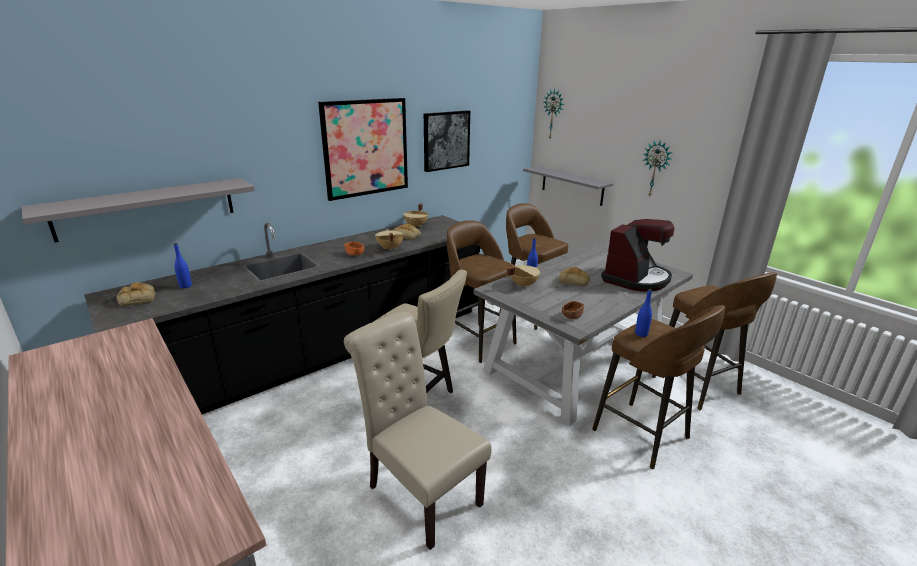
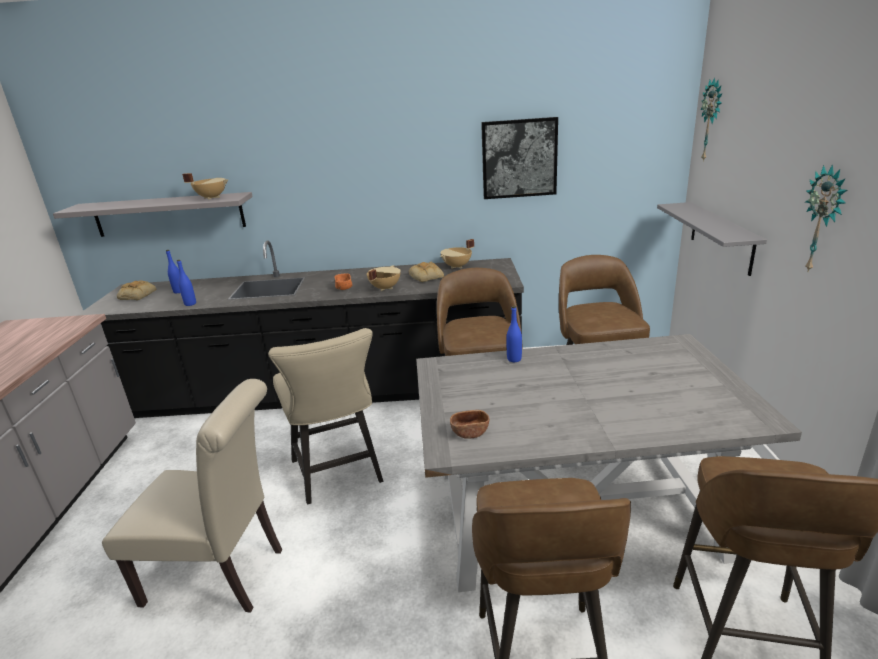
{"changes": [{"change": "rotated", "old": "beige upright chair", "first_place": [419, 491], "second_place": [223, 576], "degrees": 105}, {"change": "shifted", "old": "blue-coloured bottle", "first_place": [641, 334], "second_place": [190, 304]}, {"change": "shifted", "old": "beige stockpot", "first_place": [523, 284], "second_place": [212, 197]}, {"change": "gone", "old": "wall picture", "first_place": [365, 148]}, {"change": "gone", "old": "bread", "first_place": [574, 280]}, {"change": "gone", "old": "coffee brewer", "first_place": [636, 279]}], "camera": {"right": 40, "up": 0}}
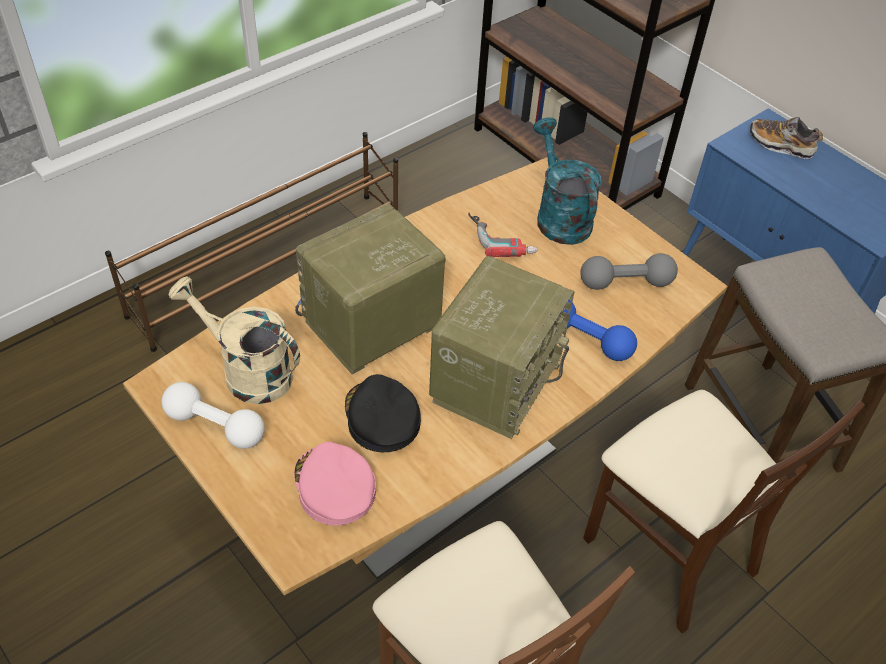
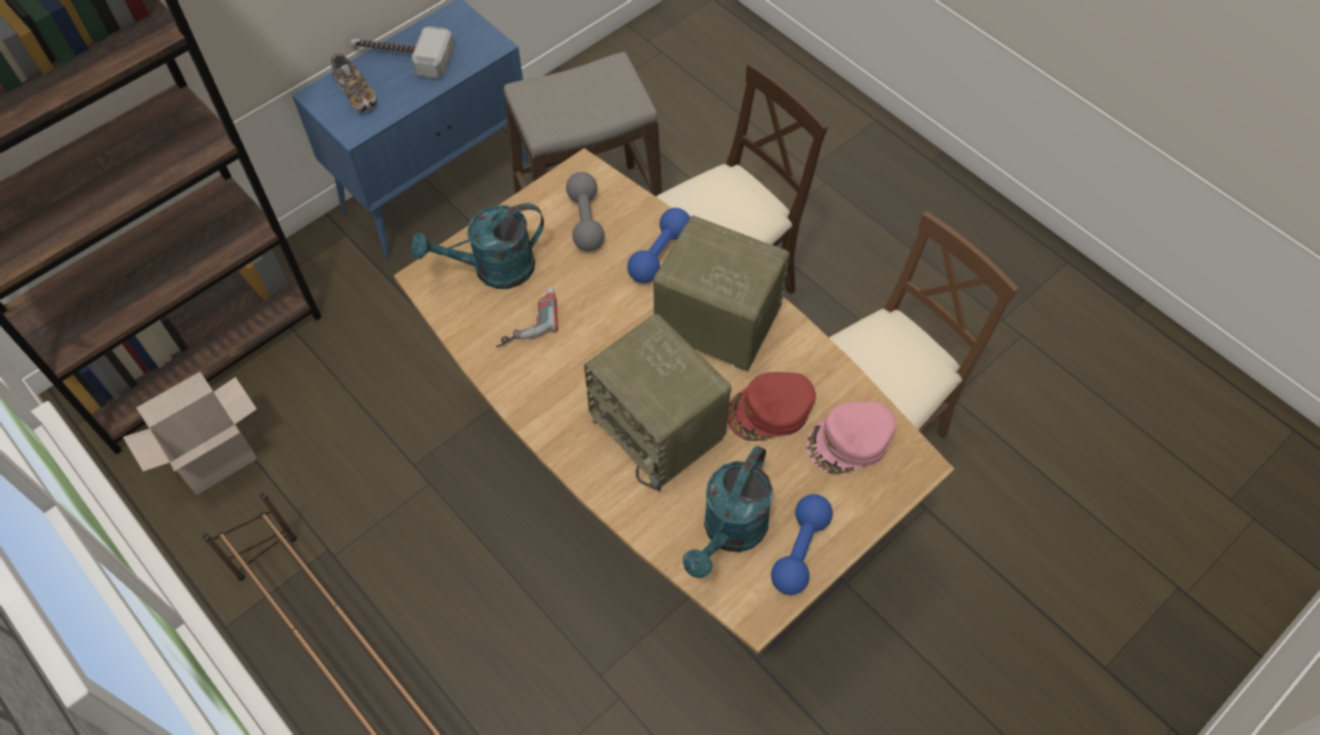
{"changes": [{"change": "new", "new": "packing box", "second_place": [218, 457]}, {"change": "rotated", "old": "shoe", "first_place": [781, 145], "second_place": [355, 93], "degrees": -60}, {"change": "new", "new": "hammer", "second_place": [402, 57]}, {"change": "repainted", "old": "beige sprinkling can", "new": "blue-green sprinkling can", "first_place": [247, 371], "second_place": [730, 533]}, {"change": "repainted", "old": "black-coloured peaked cap", "new": "red-coloured peaked cap", "first_place": [381, 418], "second_place": [770, 411]}, {"change": "repainted", "old": "whitish hand weight", "new": "blue-coloured hand weight", "first_place": [215, 426], "second_place": [800, 550]}], "camera": {"right": -90, "up": 10}}
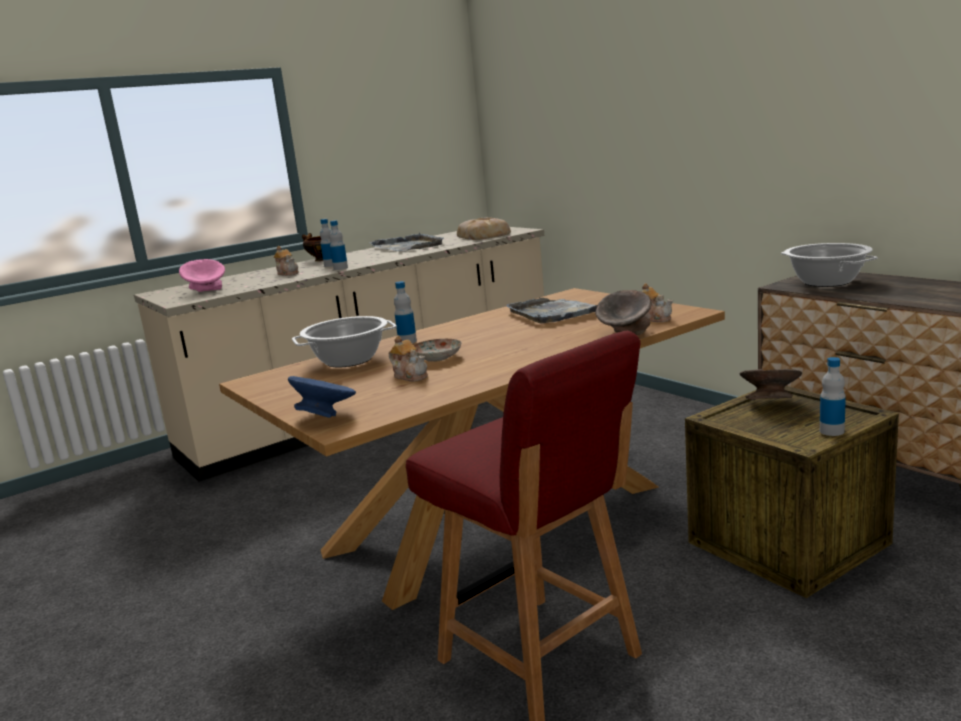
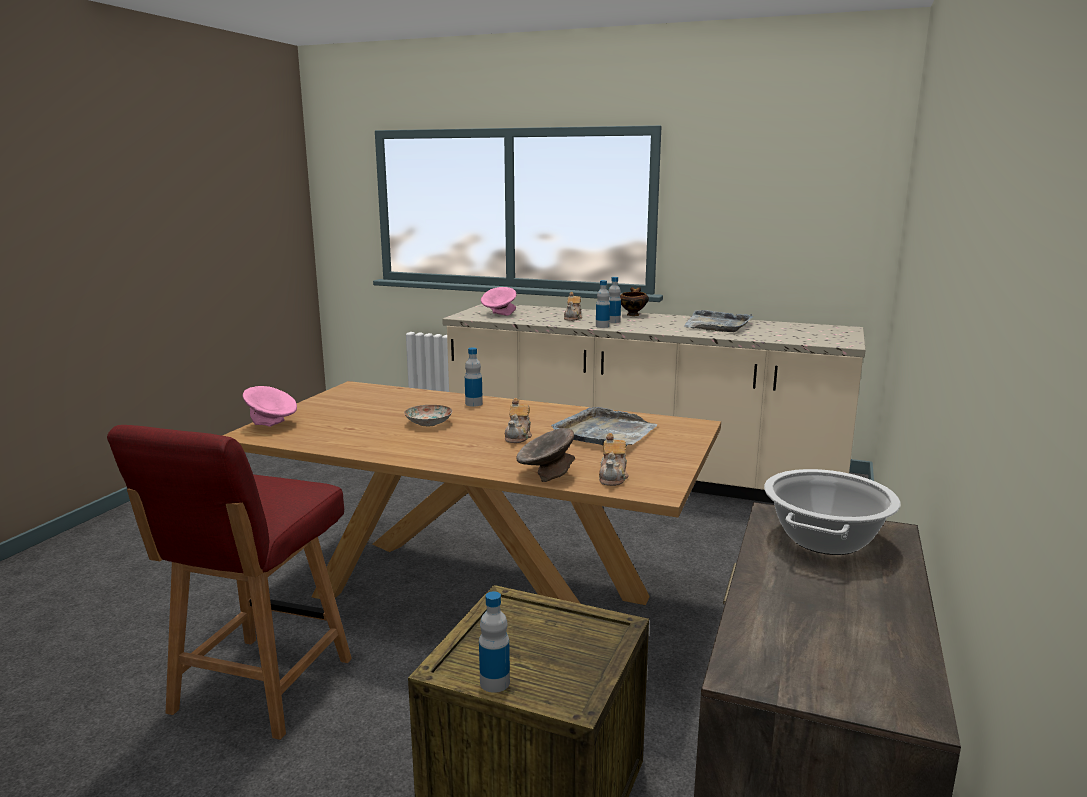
{"changes": [{"change": "repainted", "old": "blue-coloured bowl", "new": "pink-coloured bowl", "first_place": [326, 417], "second_place": [272, 425]}, {"change": "shifted", "old": "pot for tea", "first_place": [410, 376], "second_place": [518, 437]}, {"change": "gone", "old": "stockpot", "first_place": [348, 360]}, {"change": "gone", "old": "bread", "first_place": [484, 235]}, {"change": "gone", "old": "grey bowl", "first_place": [769, 401]}], "camera": {"right": 55, "up": 0}}
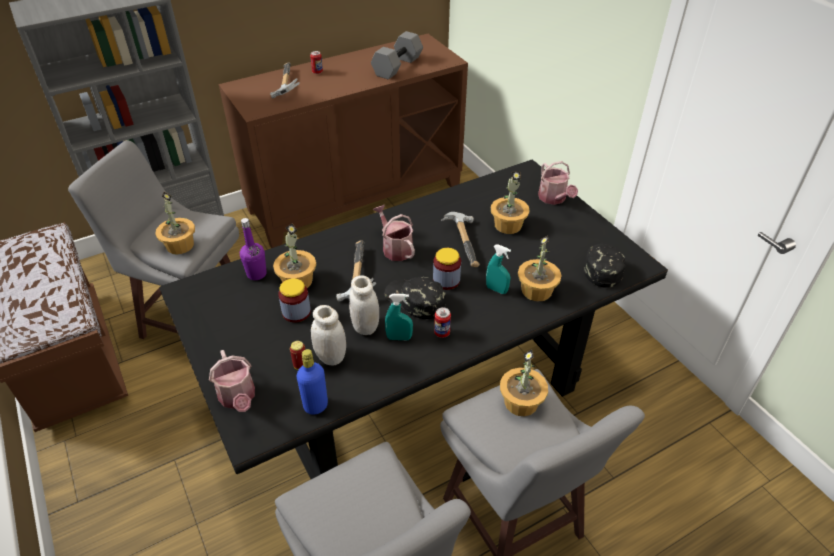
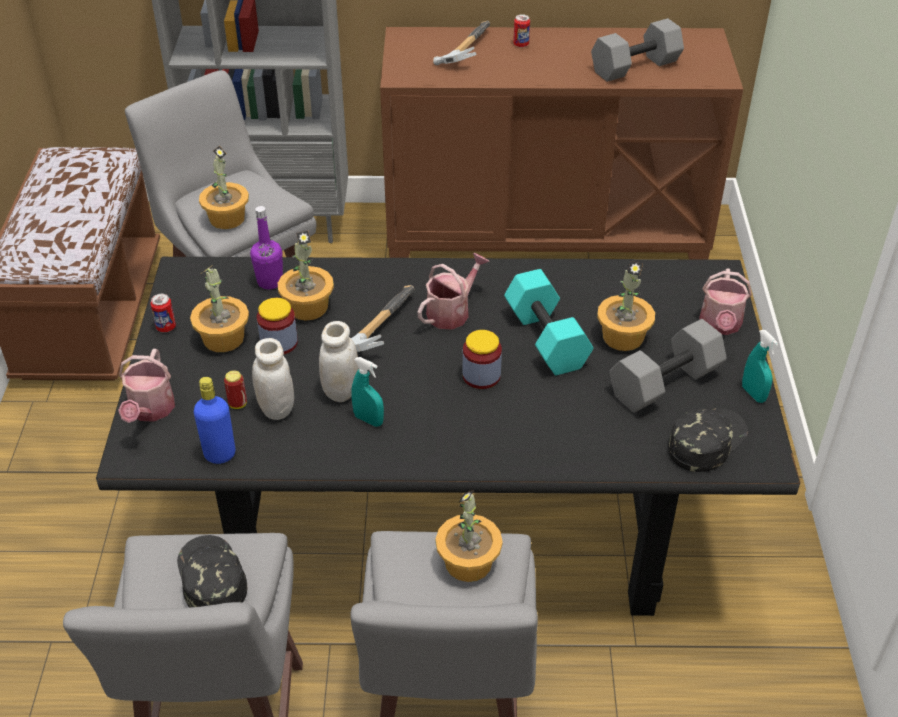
{"changes": [{"change": "shifted", "old": "sealed can", "first_place": [442, 333], "second_place": [166, 327]}, {"change": "shifted", "old": "black-coloured peaked cap", "first_place": [415, 300], "second_place": [210, 578]}, {"change": "shifted", "old": "plant in a pot", "first_place": [537, 290], "second_place": [224, 339]}, {"change": "rotated", "old": "sprinkling can", "first_place": [395, 248], "second_place": [452, 312], "degrees": 45}, {"change": "swapped", "old": "hammer", "new": "blue-green hand weight", "first_place": [467, 242], "second_place": [548, 339]}, {"change": "new", "new": "grey hand weight", "second_place": [664, 381]}, {"change": "shifted", "old": "blue-green spray bottle", "first_place": [496, 289], "second_place": [753, 394]}], "camera": {"right": 30, "up": 0}}
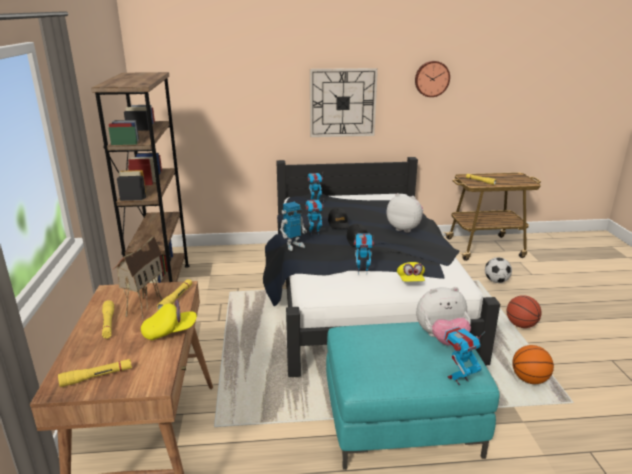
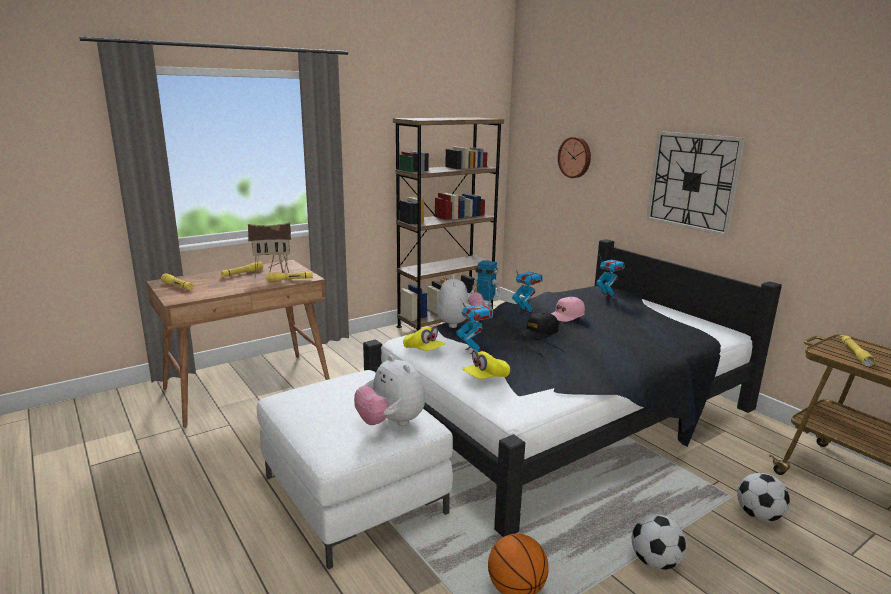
{"changes": [{"change": "repainted", "old": "blue-green ottoman", "new": "whitish ottoman", "first_place": [401, 420], "second_place": [354, 494]}, {"change": "shifted", "old": "yellow-coloured peaked cap", "first_place": [170, 331], "second_place": [423, 350]}, {"change": "shifted", "old": "soft toy", "first_place": [404, 228], "second_place": [459, 324]}, {"change": "repainted", "old": "black-coloured peaked cap", "new": "pink-coloured peaked cap", "first_place": [338, 223], "second_place": [566, 316]}, {"change": "shifted", "old": "wall clock", "first_place": [431, 78], "second_place": [575, 157]}, {"change": "swapped", "old": "basketball", "new": "football ball", "first_place": [521, 325], "second_place": [655, 562]}, {"change": "gone", "old": "robot figure", "first_place": [458, 378]}], "camera": {"right": 60, "up": -5}}
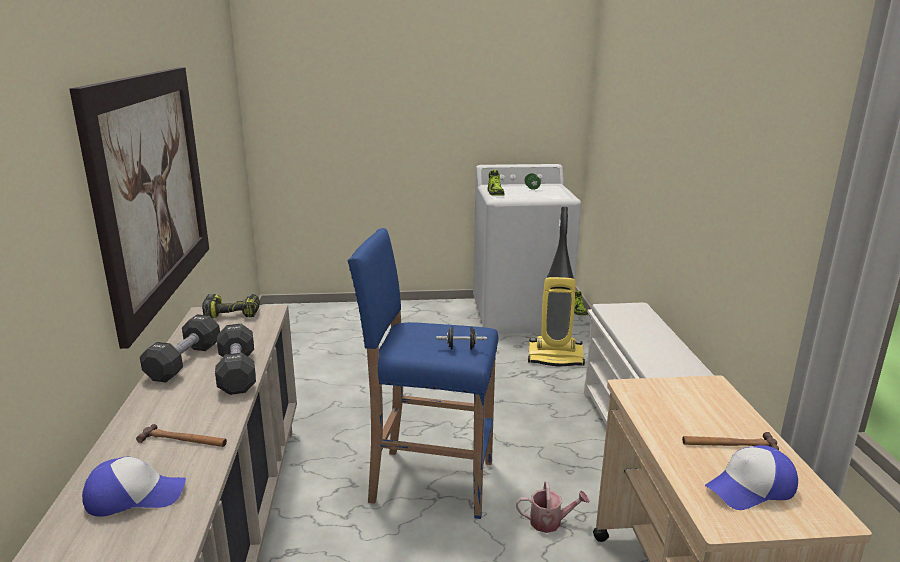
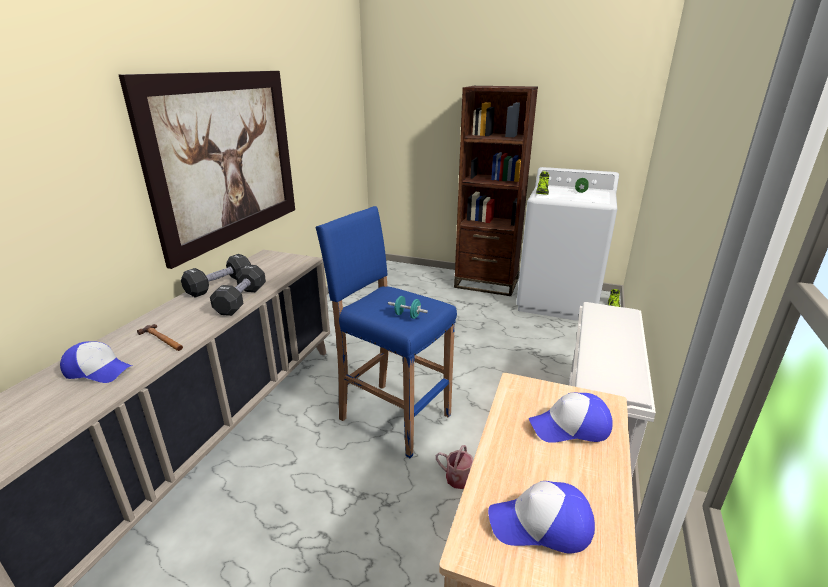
{"changes": [{"change": "repainted", "old": "black-coloured hand weight", "new": "blue-green hand weight", "first_place": [461, 348], "second_place": [407, 316]}, {"change": "new", "new": "brown-coloured bookshelf", "second_place": [486, 284]}, {"change": "new", "new": "peaked cap", "second_place": [570, 427]}, {"change": "gone", "old": "electric drill", "first_place": [234, 313]}, {"change": "gone", "old": "vacuum", "first_place": [556, 357]}, {"change": "gone", "old": "hammer", "first_place": [728, 444]}], "camera": {"right": 25, "up": 5}}
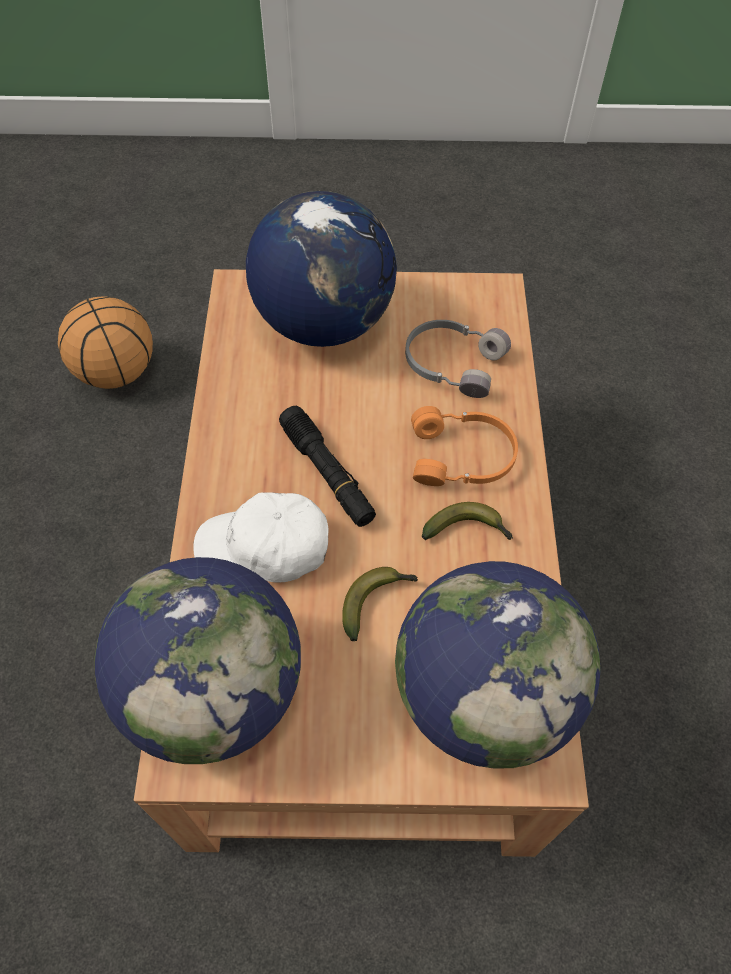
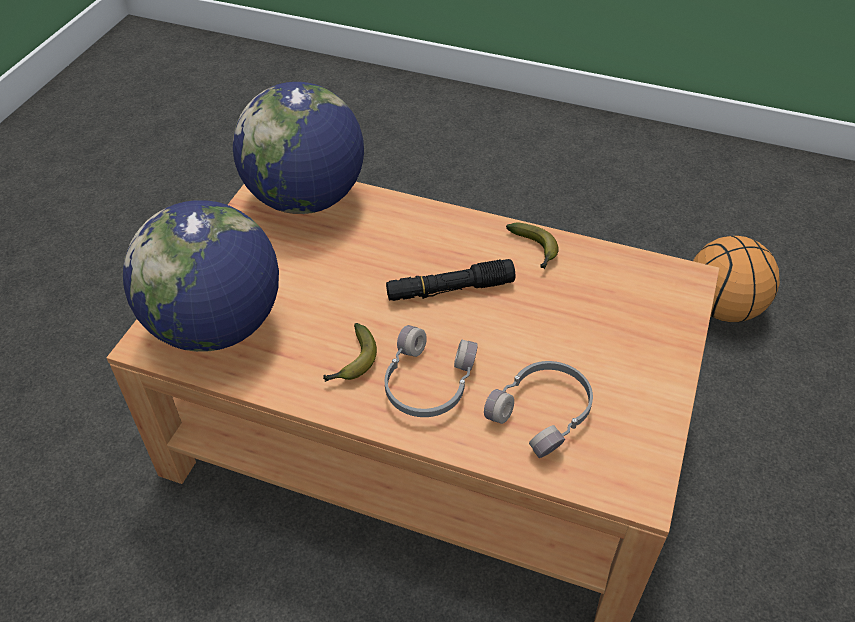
{"changes": [{"change": "repainted", "old": "orangey headset", "new": "grey headset", "first_place": [462, 457], "second_place": [426, 383]}, {"change": "shifted", "old": "banana", "first_place": [376, 601], "second_place": [534, 250]}, {"change": "gone", "old": "whitish peaked cap", "first_place": [265, 548]}, {"change": "gone", "old": "desk globe", "first_place": [323, 322]}], "camera": {"right": 110, "up": -10}}
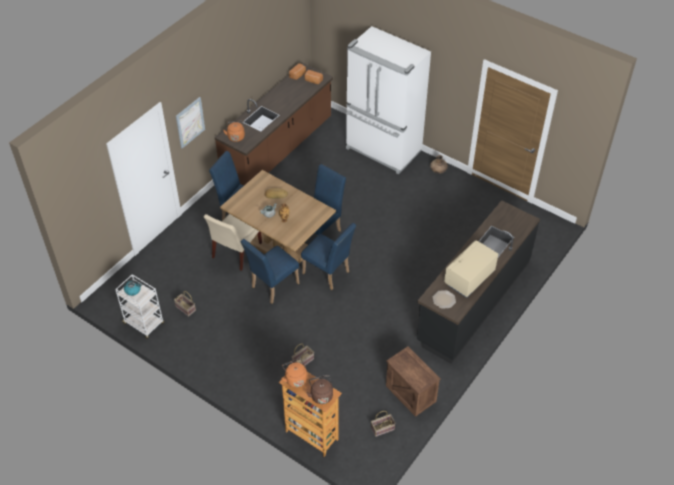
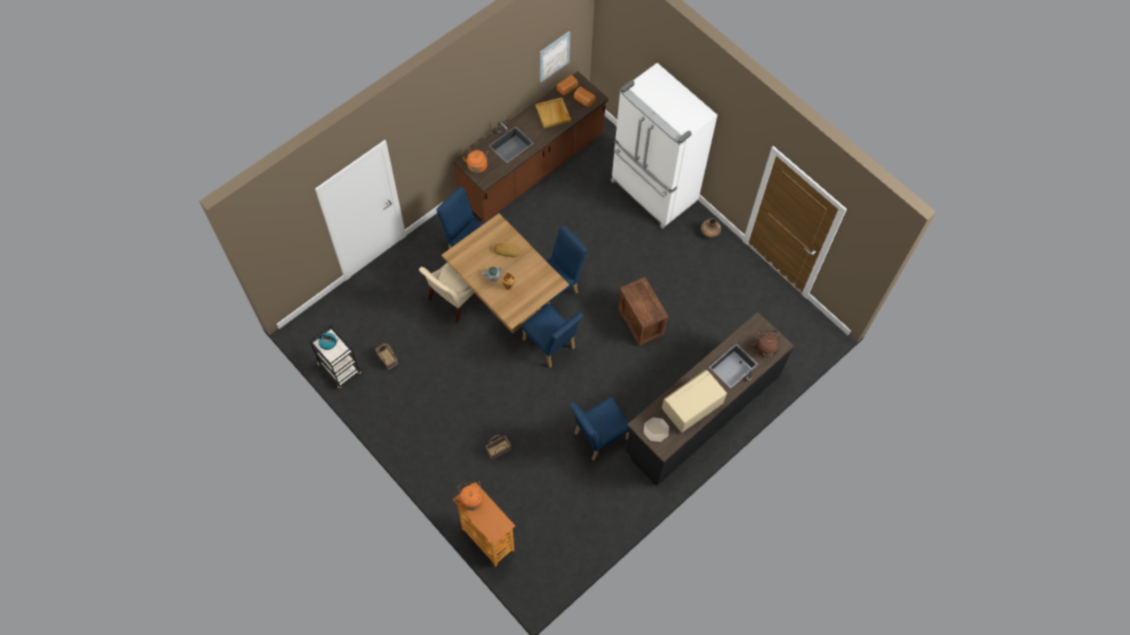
{"changes": [{"change": "repainted", "old": "whitish trolley", "new": "black-coloured trolley", "first_place": [144, 324], "second_place": [340, 370]}, {"change": "new", "new": "beige carrying tray", "second_place": [553, 114]}, {"change": "shifted", "old": "wall picture", "first_place": [190, 122], "second_place": [554, 56]}, {"change": "shifted", "old": "blue-coloured upright chair", "first_place": [272, 287], "second_place": [597, 438]}, {"change": "shifted", "old": "packing crate", "first_place": [411, 393], "second_place": [641, 322]}, {"change": "shifted", "old": "brown-coloured water kettle", "first_place": [321, 395], "second_place": [765, 347]}, {"change": "gone", "old": "basket", "first_place": [382, 429]}], "camera": {"right": 10, "up": 15}}
